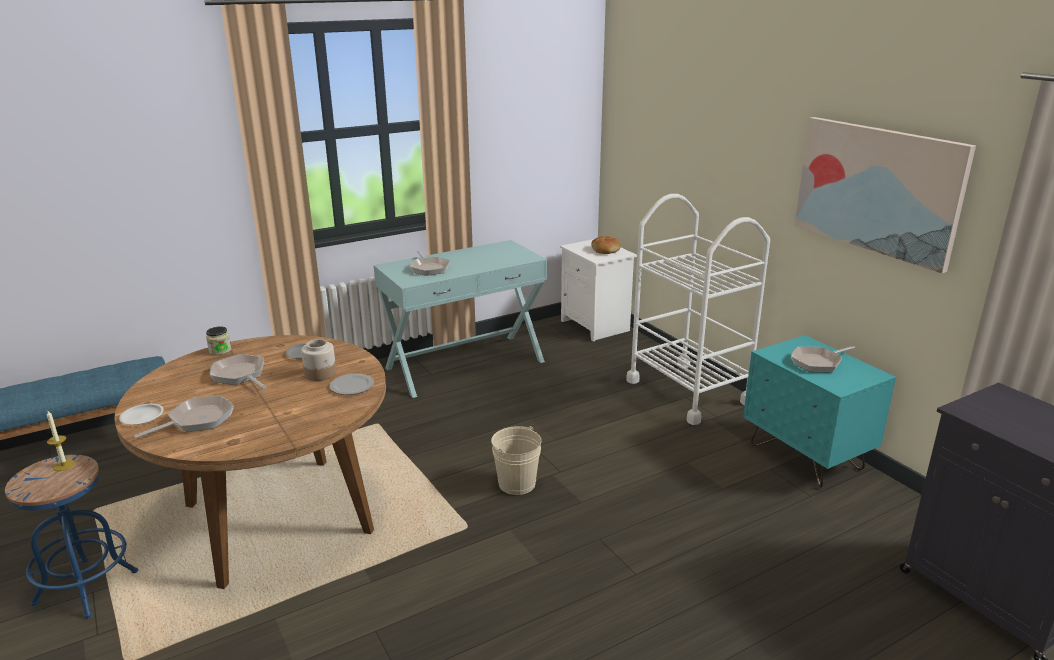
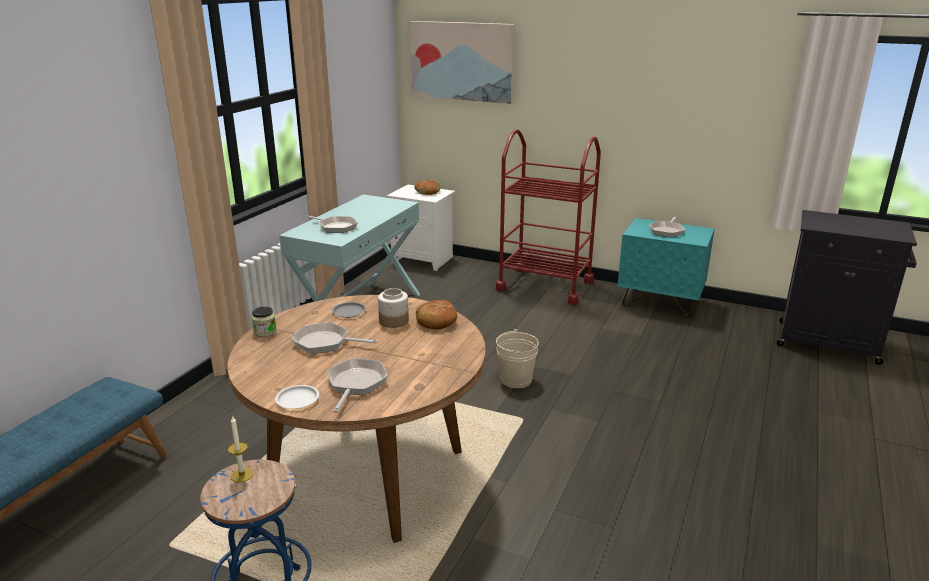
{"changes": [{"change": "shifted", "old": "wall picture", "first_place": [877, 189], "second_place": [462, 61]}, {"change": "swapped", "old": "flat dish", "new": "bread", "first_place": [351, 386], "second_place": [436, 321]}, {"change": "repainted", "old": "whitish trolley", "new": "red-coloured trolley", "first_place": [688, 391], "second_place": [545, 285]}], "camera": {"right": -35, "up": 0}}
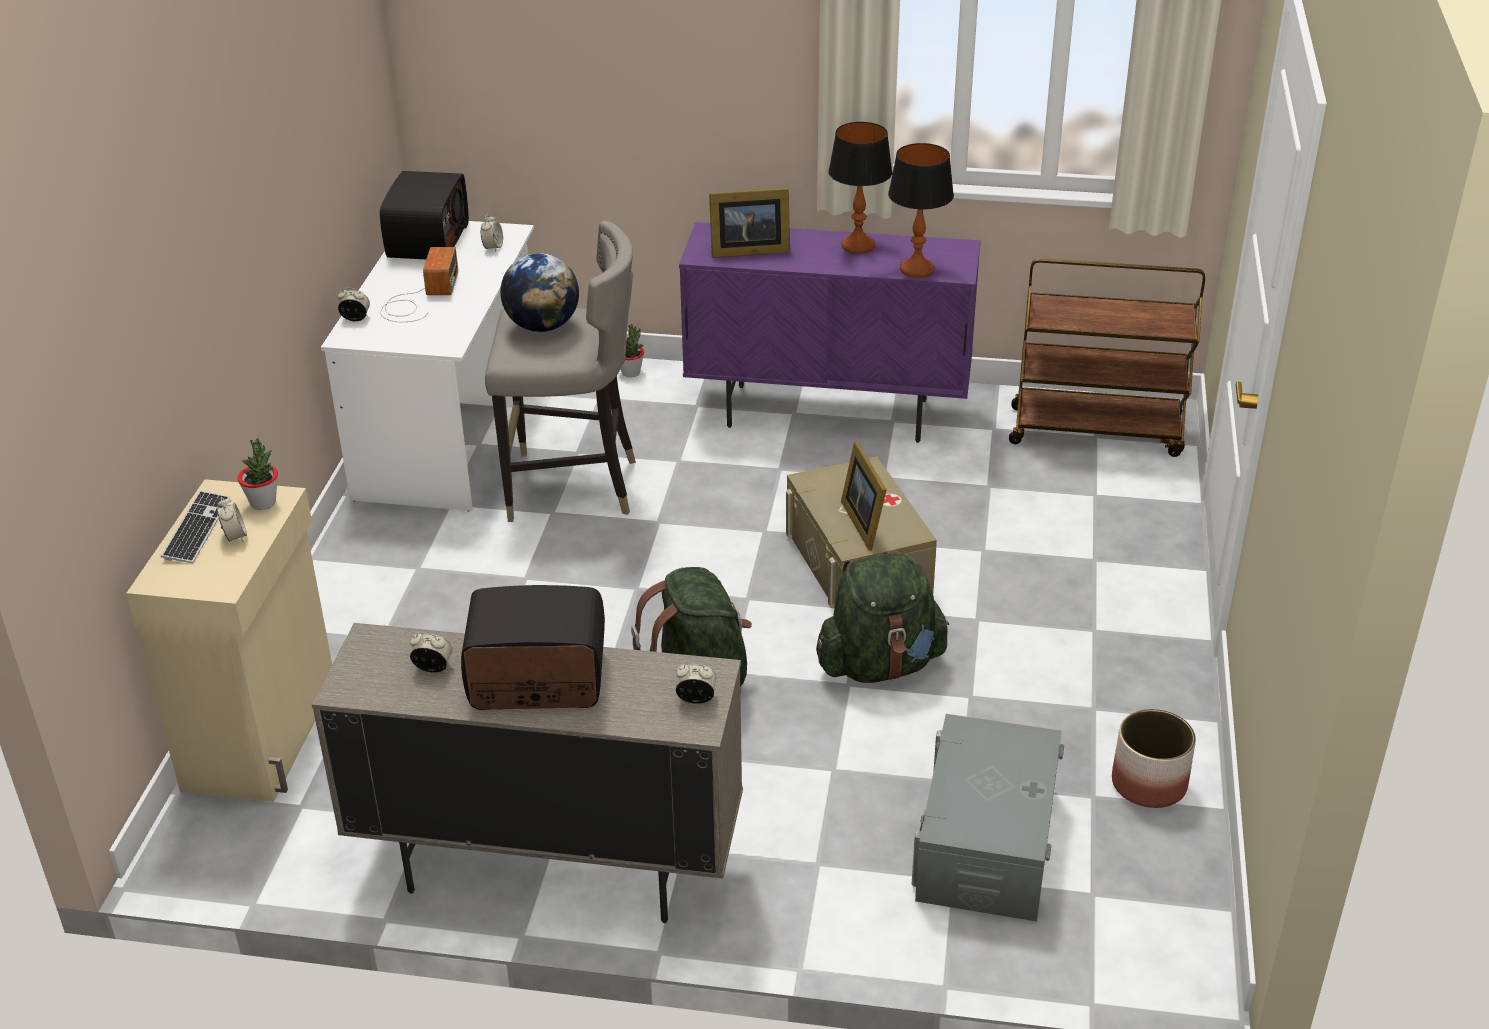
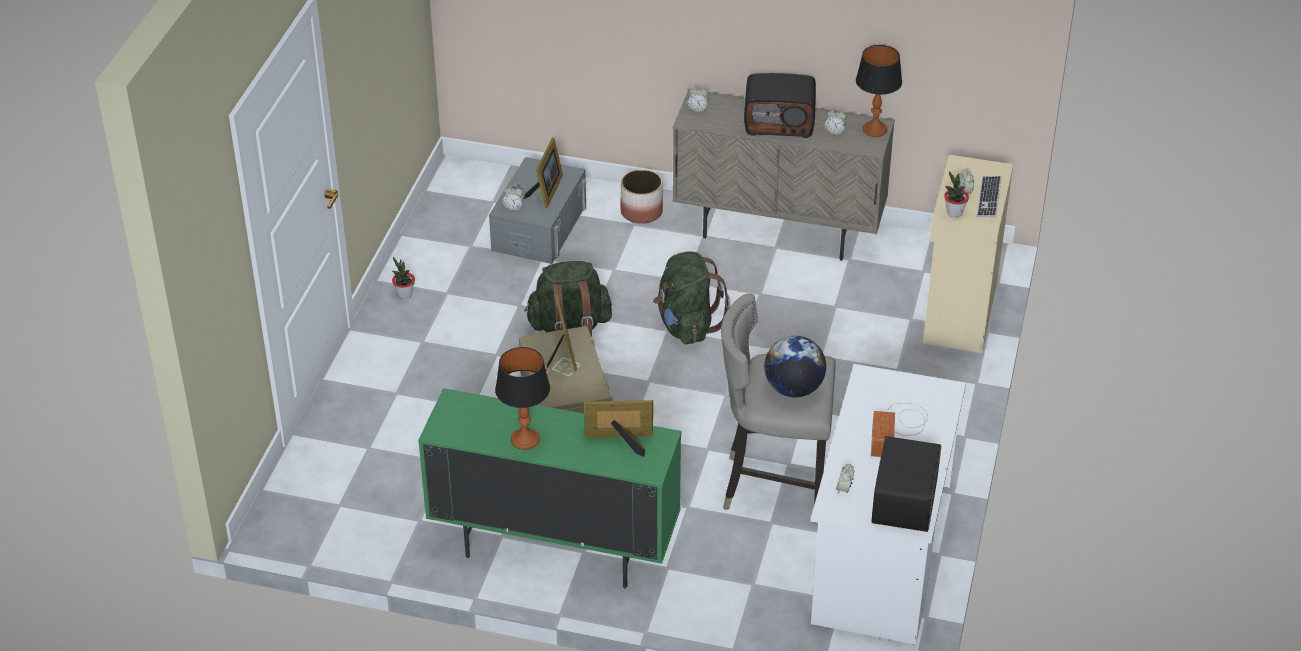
{"changes": [{"change": "shifted", "old": "plant in a pot", "first_place": [631, 373], "second_place": [404, 294]}, {"change": "repainted", "old": "purplish cupboard", "new": "greenish cupboard", "first_place": [828, 413], "second_place": [554, 548]}, {"change": "shifted", "old": "bedside clock", "first_place": [355, 319], "second_place": [513, 207]}, {"change": "new", "new": "standing frame", "second_place": [546, 191]}, {"change": "shifted", "old": "flower pot", "first_place": [1148, 784], "second_place": [642, 212]}, {"change": "shifted", "old": "tabletop lamp", "first_place": [916, 269], "second_place": [875, 130]}, {"change": "gone", "old": "brown-coloured trolley", "first_place": [1097, 431]}], "camera": {"right": -175, "up": 5}}
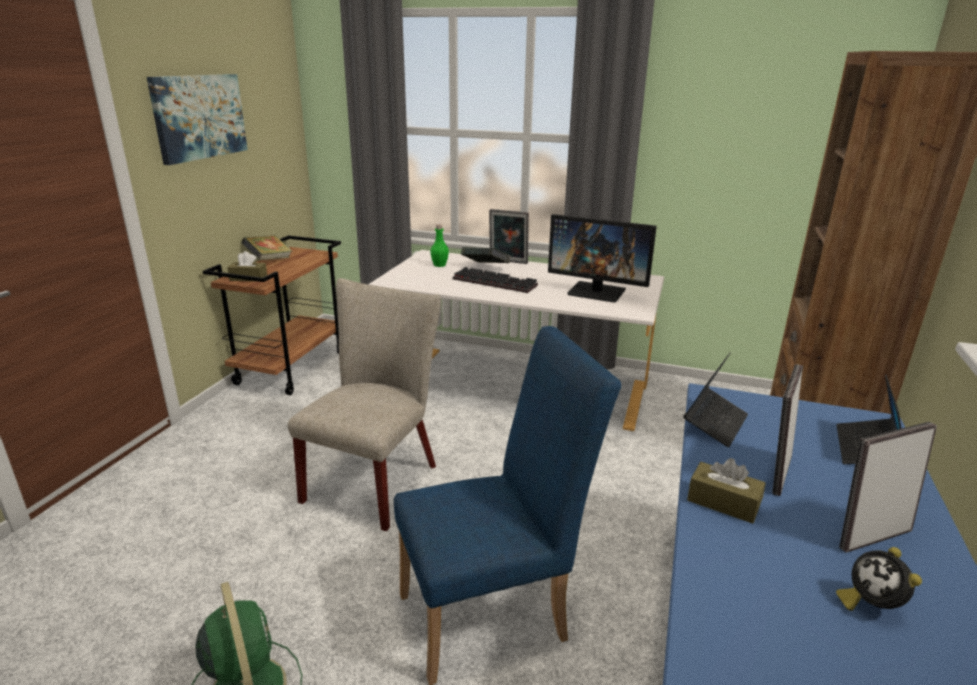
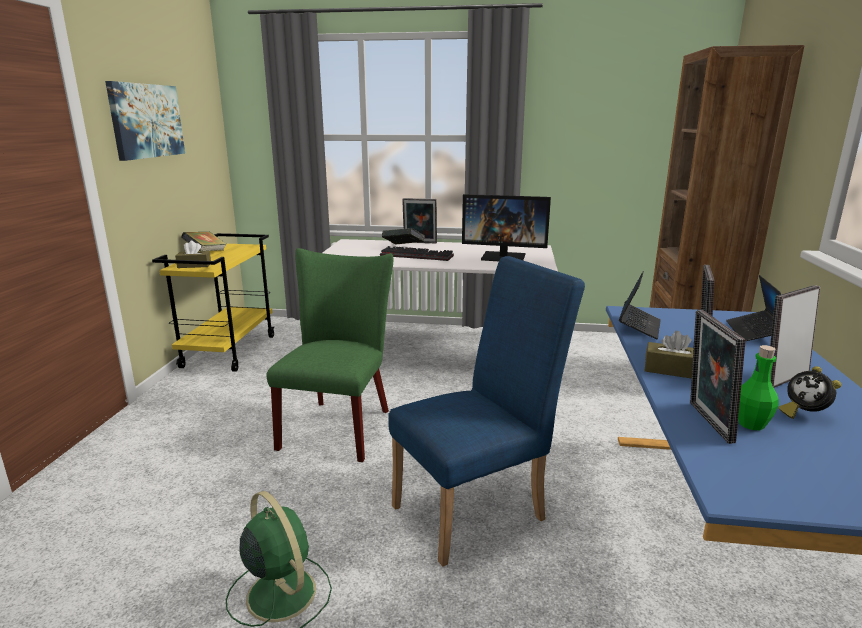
{"changes": [{"change": "repainted", "old": "brown-coloured trolley", "new": "yellow-coloured trolley", "first_place": [291, 367], "second_place": [229, 351]}, {"change": "repainted", "old": "beige upright chair", "new": "greenish upright chair", "first_place": [377, 478], "second_place": [339, 425]}, {"change": "new", "new": "standing frame", "second_place": [706, 422]}, {"change": "shifted", "old": "greenish bottle", "first_place": [439, 265], "second_place": [751, 424]}], "camera": {"right": -10, "up": -5}}
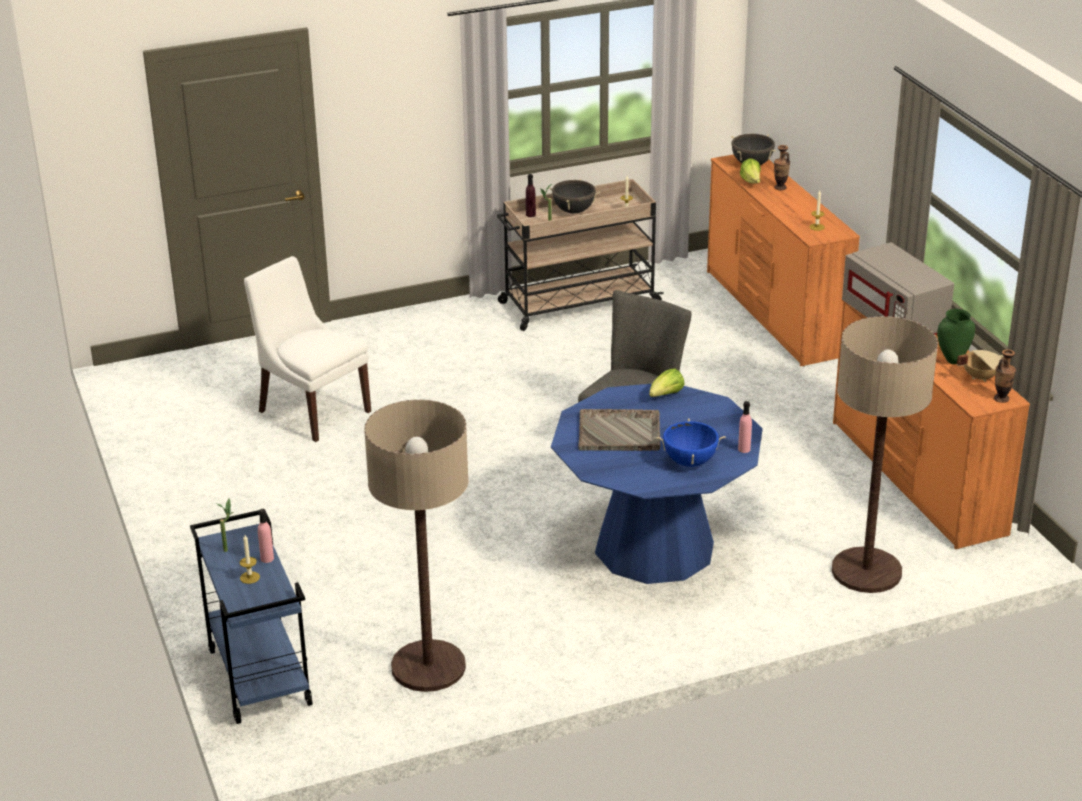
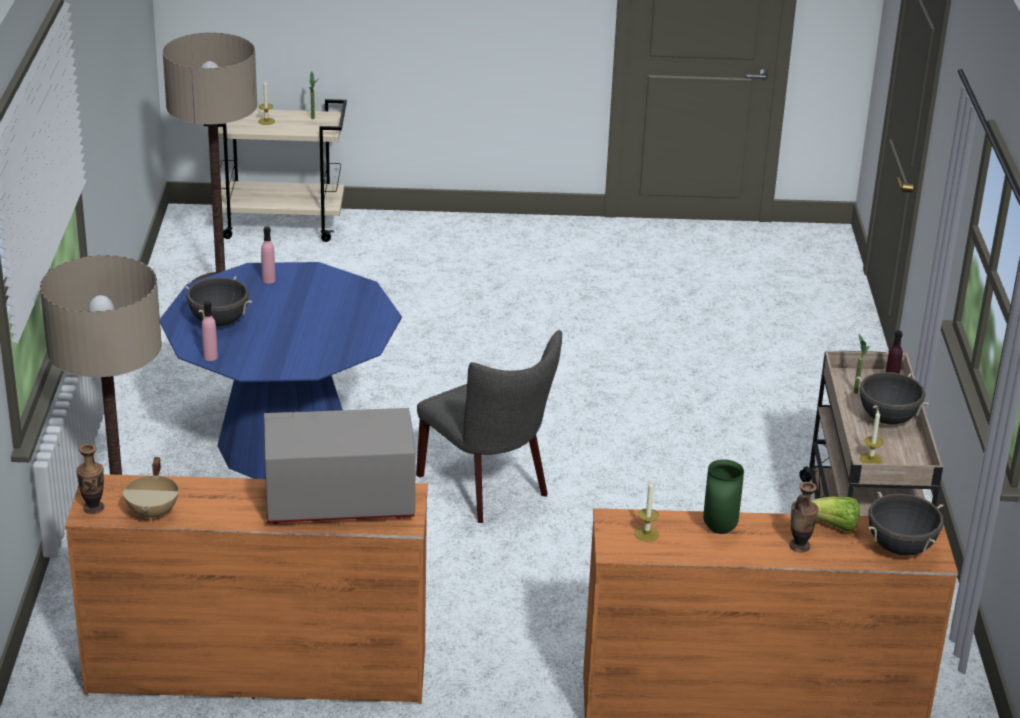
{"changes": [{"change": "repainted", "old": "blue-coloured stockpot", "new": "black-coloured stockpot", "first_place": [689, 462], "second_place": [219, 322]}, {"change": "repainted", "old": "blue-coloured trolley", "new": "beige trolley", "first_place": [258, 677], "second_place": [281, 224]}, {"change": "shifted", "old": "pink-coloured bottle", "first_place": [267, 558], "second_place": [268, 280]}, {"change": "shifted", "old": "greenish decorative vase", "first_place": [952, 361], "second_place": [718, 528]}, {"change": "gone", "old": "whitish upright chair", "first_place": [312, 410]}, {"change": "gone", "old": "grey carrying tray", "first_place": [620, 432]}, {"change": "gone", "old": "lettuce", "first_place": [666, 395]}], "camera": {"right": 110, "up": 0}}
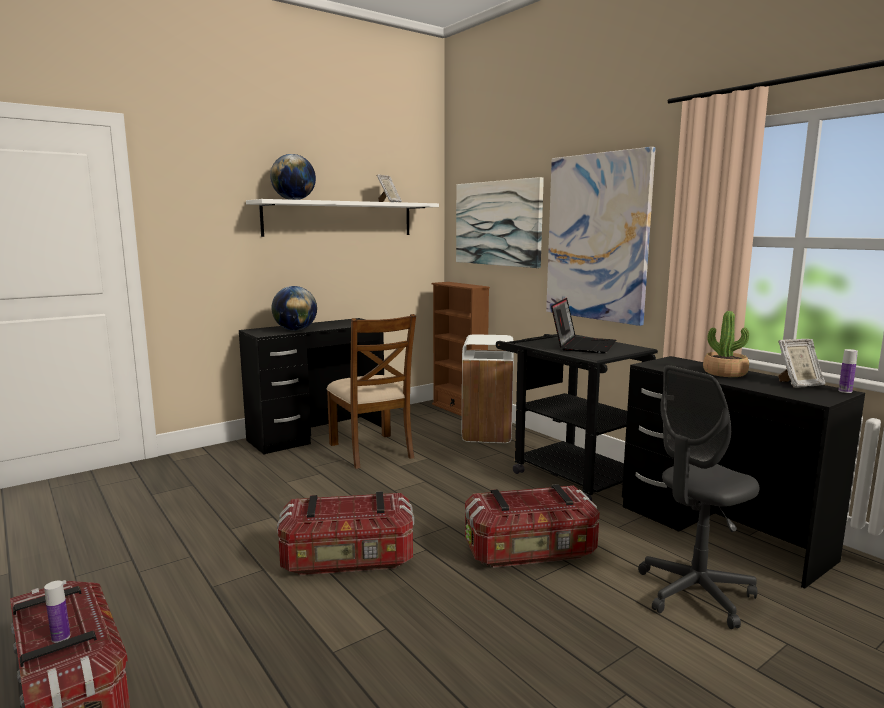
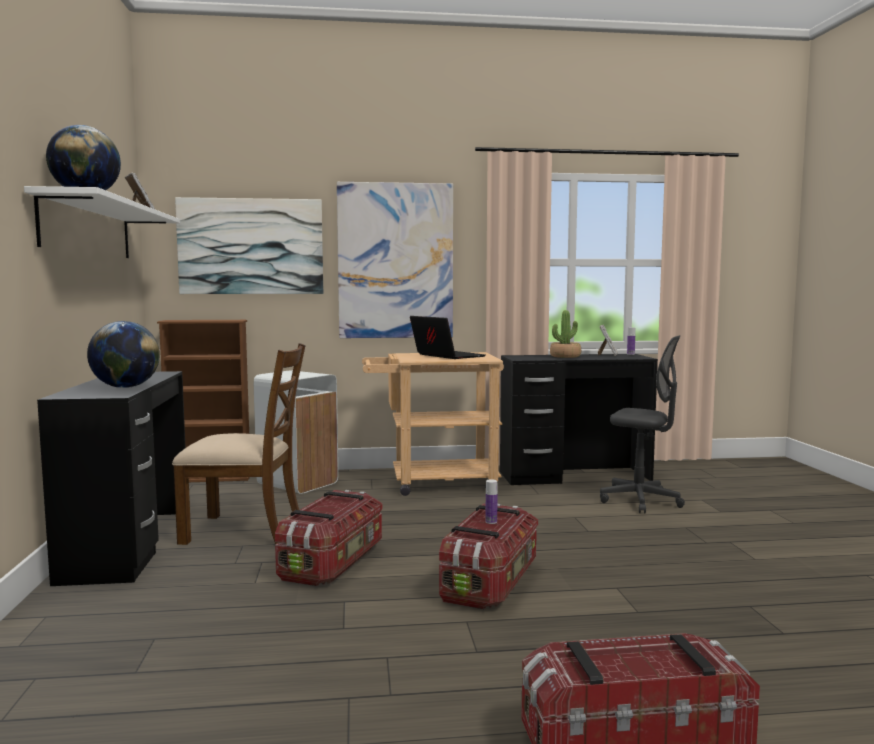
{"changes": [{"change": "shifted", "old": "storage bin", "first_place": [531, 552], "second_place": [333, 562]}, {"change": "repainted", "old": "black-coloured trolley", "new": "beige trolley", "first_place": [567, 474], "second_place": [433, 483]}, {"change": "shifted", "old": "bottle", "first_place": [61, 637], "second_place": [491, 522]}, {"change": "rotated", "old": "grey computer chair", "first_place": [695, 594], "second_place": [640, 501], "degrees": -60}], "camera": {"right": -60, "up": -5}}
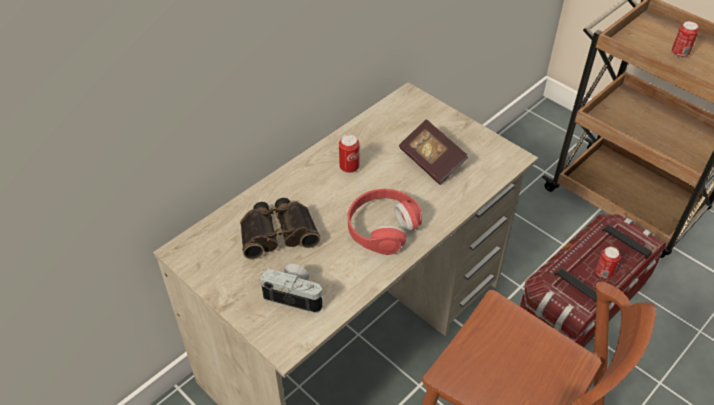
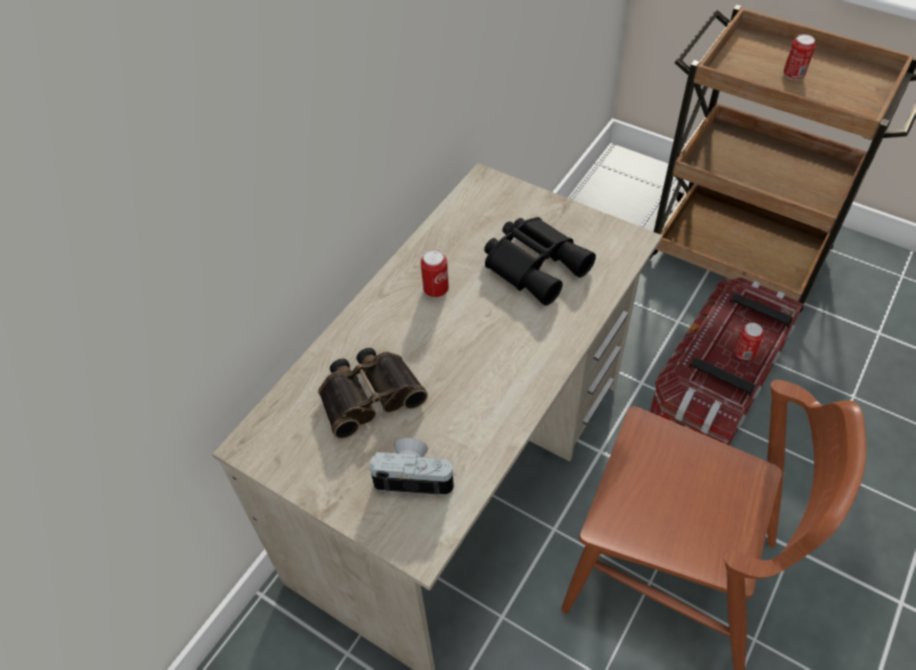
{"changes": [{"change": "swapped", "old": "volume", "new": "black-coloured binoculars", "first_place": [431, 161], "second_place": [536, 264]}, {"change": "gone", "old": "red-coloured headset", "first_place": [382, 227]}], "camera": {"right": -10, "up": 5}}
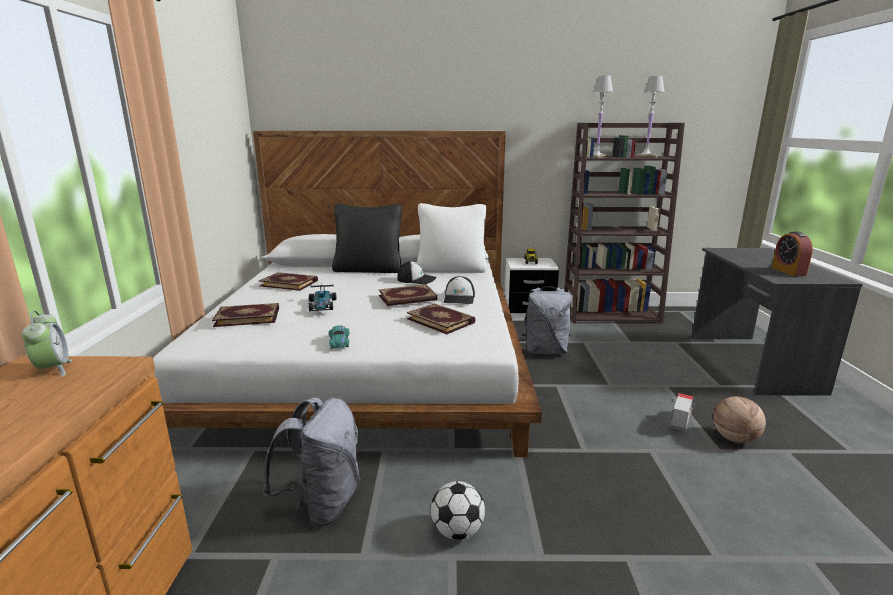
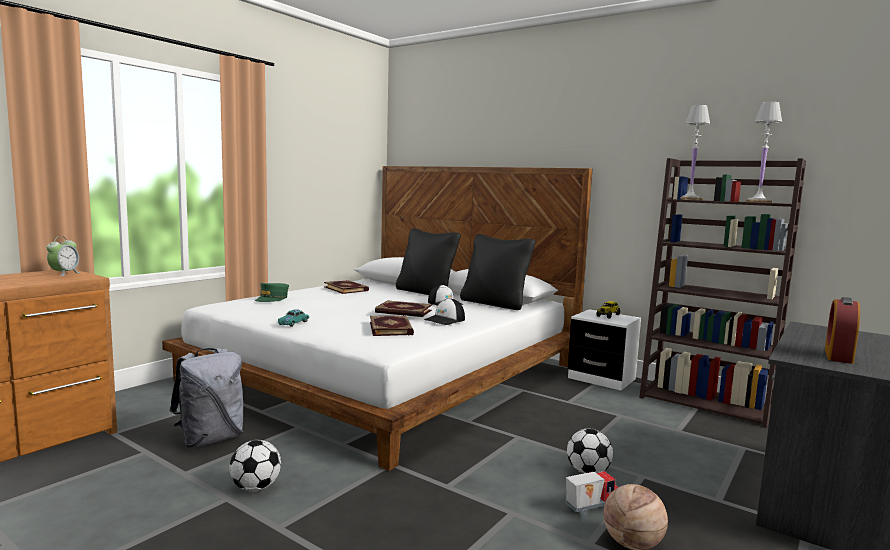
{"changes": [{"change": "swapped", "old": "volume", "new": "greenish peaked cap", "first_place": [247, 317], "second_place": [272, 299]}, {"change": "repainted", "old": "whitish throw pillow", "new": "black-coloured throw pillow", "first_place": [451, 269], "second_place": [495, 304]}, {"change": "new", "new": "football ball", "second_place": [588, 472]}, {"change": "gone", "old": "model car", "first_place": [322, 305]}, {"change": "gone", "old": "grey knapsack", "first_place": [545, 351]}], "camera": {"right": 35, "up": -10}}
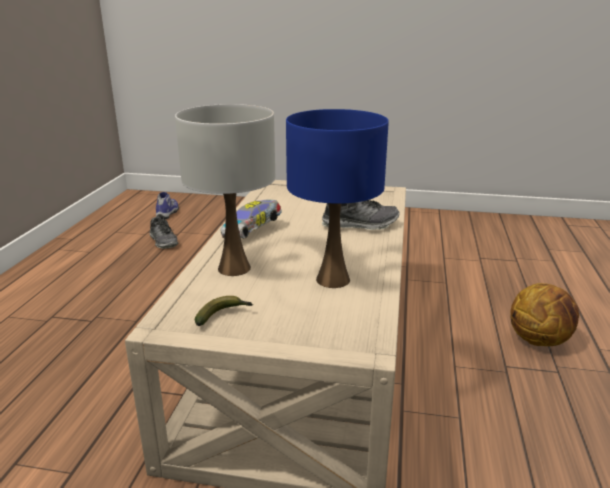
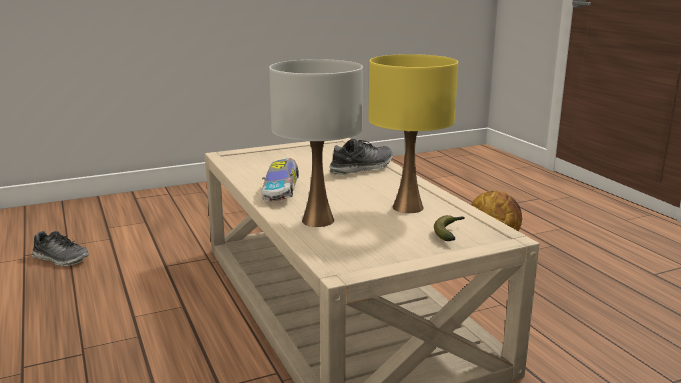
{"changes": [{"change": "repainted", "old": "blue-coloured tabletop lamp", "new": "yellow-coloured tabletop lamp", "first_place": [333, 279], "second_place": [407, 207]}, {"change": "shifted", "old": "banana", "first_place": [223, 315], "second_place": [449, 232]}, {"change": "gone", "old": "shoe", "first_place": [168, 213]}], "camera": {"right": -35, "up": -5}}
